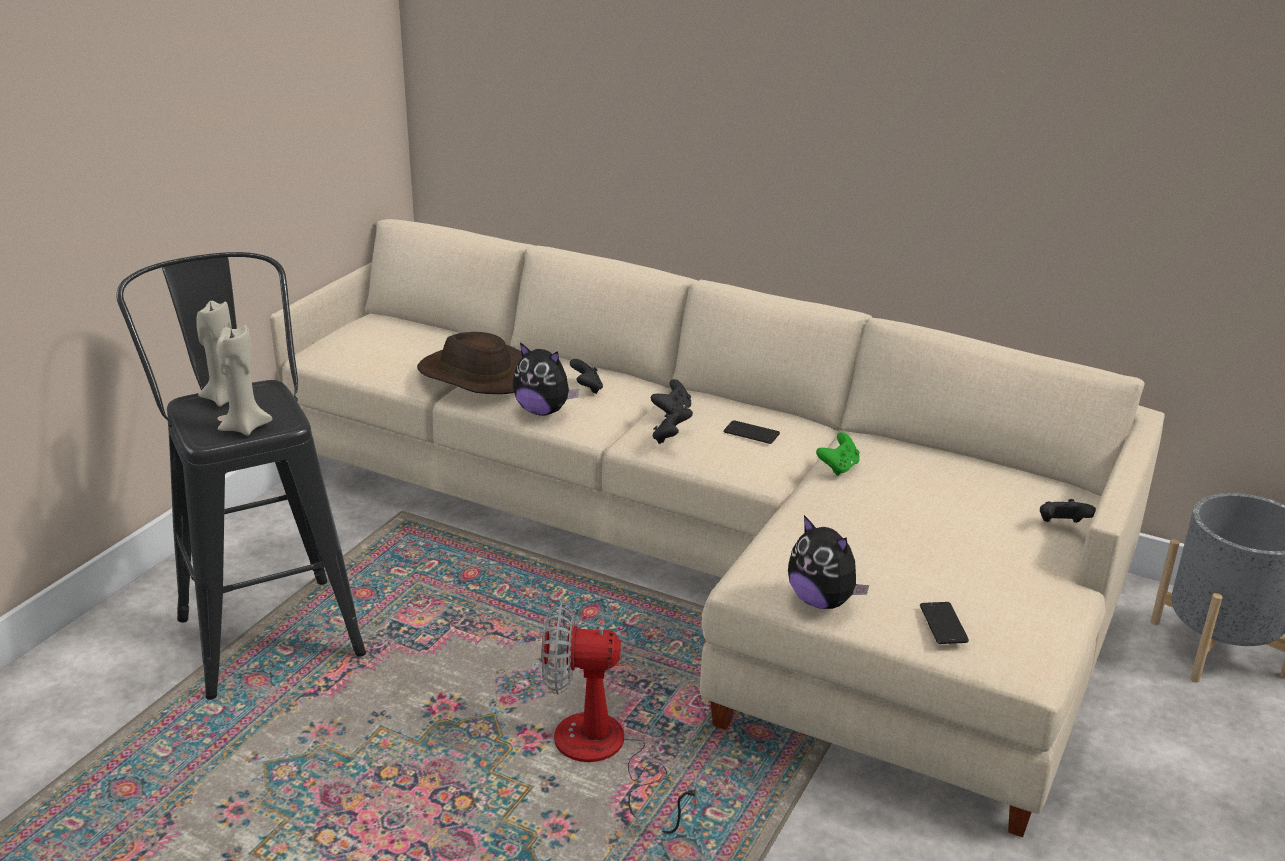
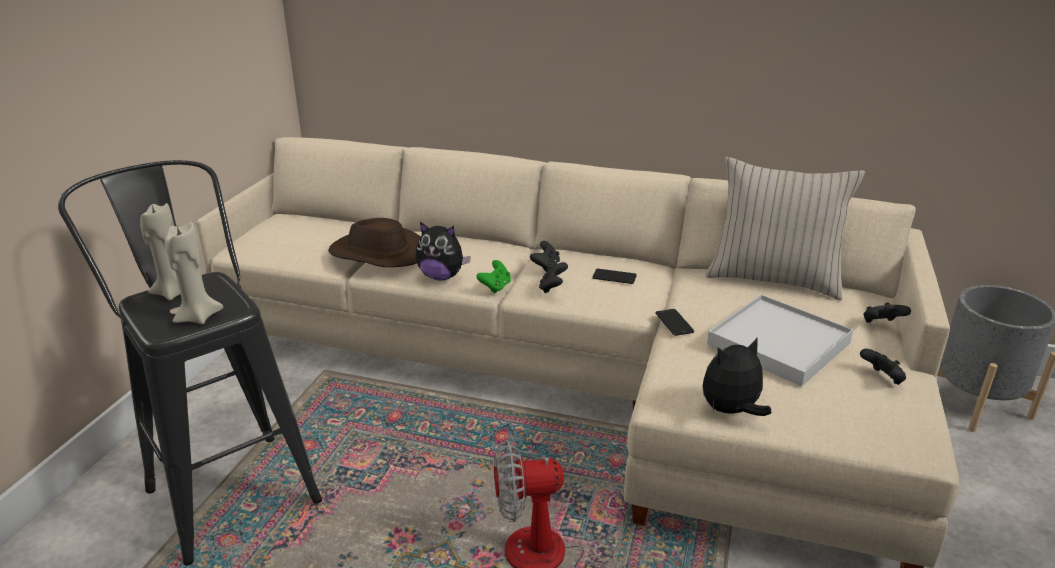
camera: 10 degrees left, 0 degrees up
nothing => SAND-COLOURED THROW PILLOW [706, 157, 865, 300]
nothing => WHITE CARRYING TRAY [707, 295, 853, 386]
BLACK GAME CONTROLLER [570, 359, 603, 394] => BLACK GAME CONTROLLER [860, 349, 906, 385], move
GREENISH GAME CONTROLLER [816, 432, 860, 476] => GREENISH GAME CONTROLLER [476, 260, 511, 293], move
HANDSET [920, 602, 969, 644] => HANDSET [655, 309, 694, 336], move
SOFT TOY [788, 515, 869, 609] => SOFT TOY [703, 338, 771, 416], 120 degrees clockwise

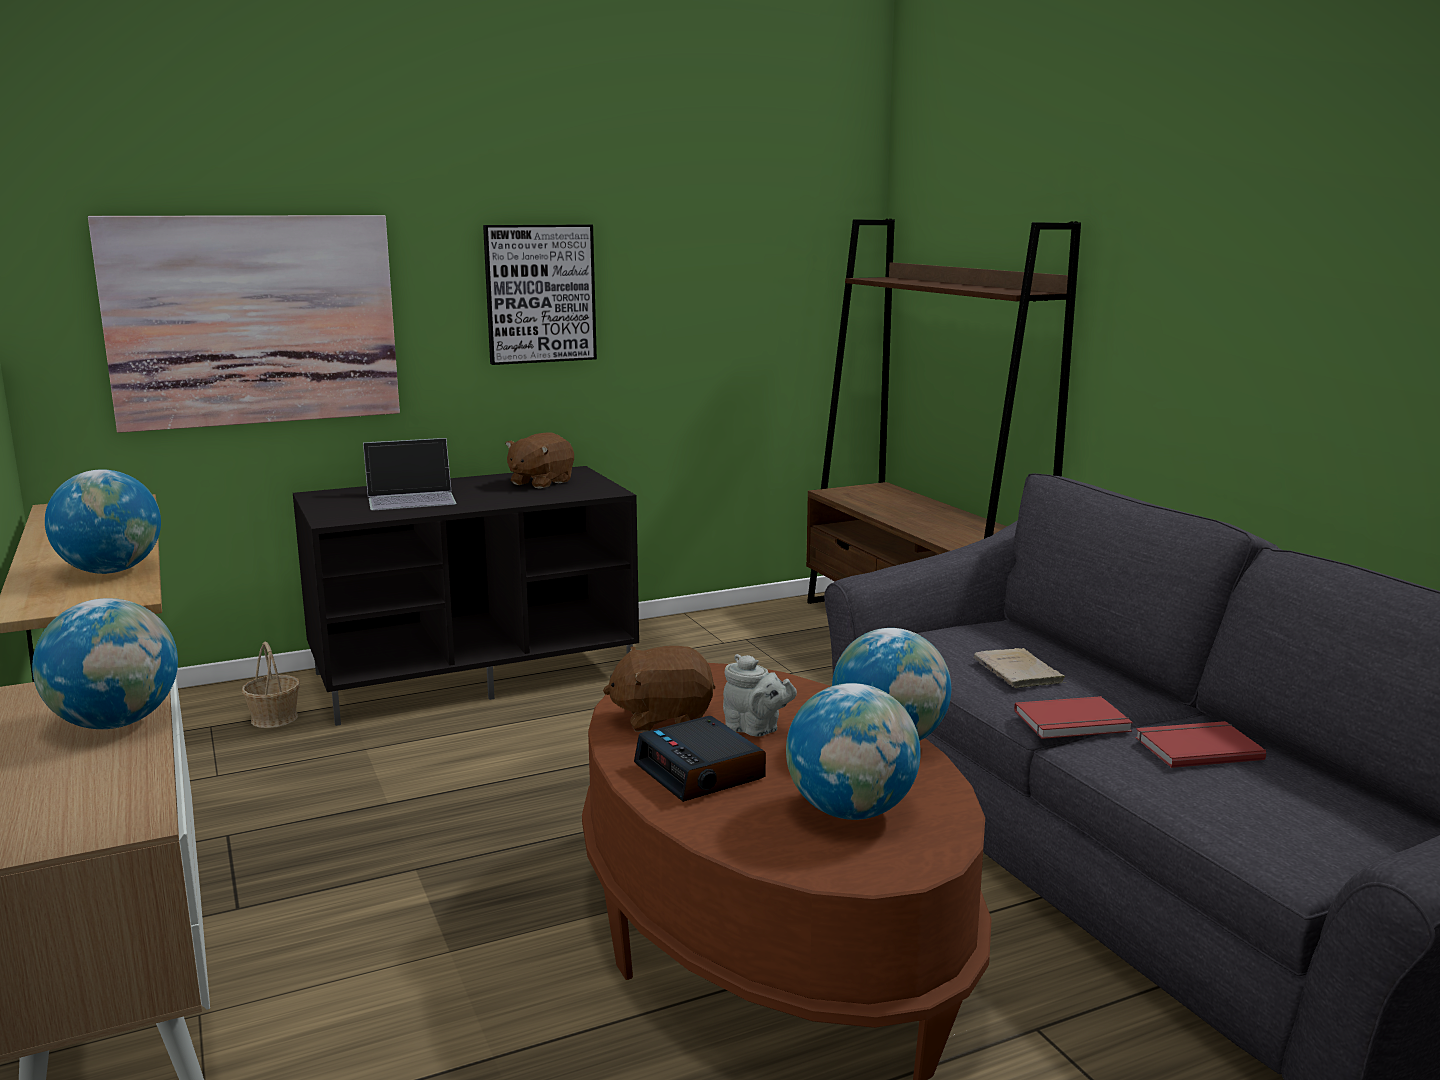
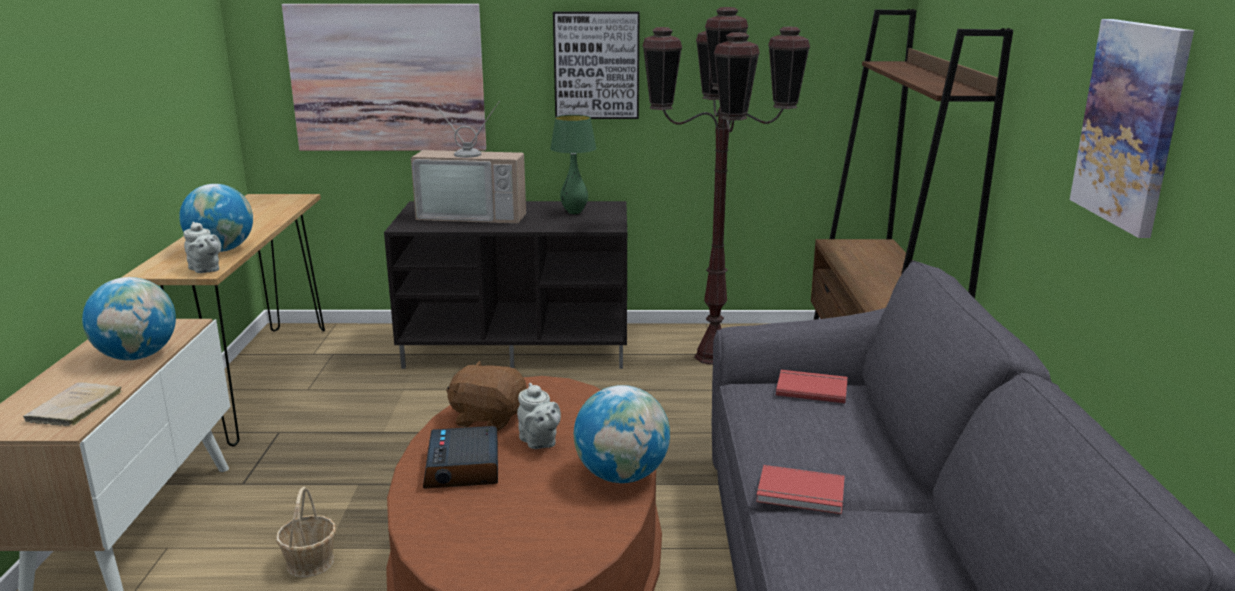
camera: 25 degrees right, 5 degrees up
DESK GLOBE [786, 683, 921, 820] => nothing
nothing => GREYISH TEAPOT [184, 222, 221, 273]
nothing => BROWNISH FLOOR LAMP [643, 7, 810, 365]
nothing => WALL PICTURE [1070, 19, 1194, 238]
BASKET [242, 642, 300, 728] => BASKET [276, 487, 336, 578], move
SAND-COLOURED BOOK [974, 648, 1066, 688] => SAND-COLOURED BOOK [23, 382, 122, 427], move
RED-COLOURED BOOK [1135, 721, 1266, 768] => RED-COLOURED BOOK [776, 370, 848, 404], move
PORTABLE COMPUTER [363, 438, 457, 510] => TV [411, 100, 526, 224]
BROWNISH SOFT TOY [505, 432, 574, 489] => GREENISH TABLETOP LAMP [550, 115, 597, 214]

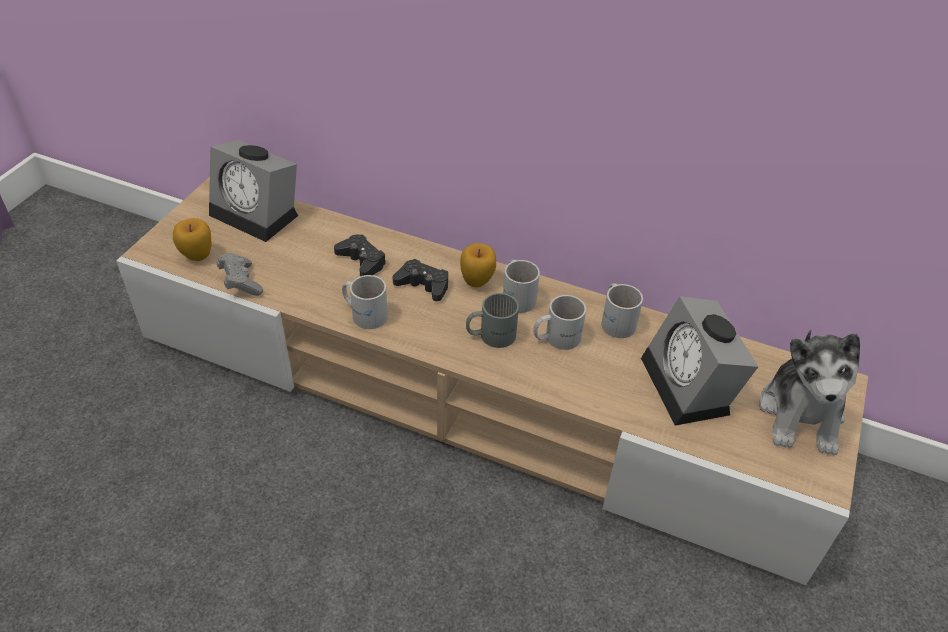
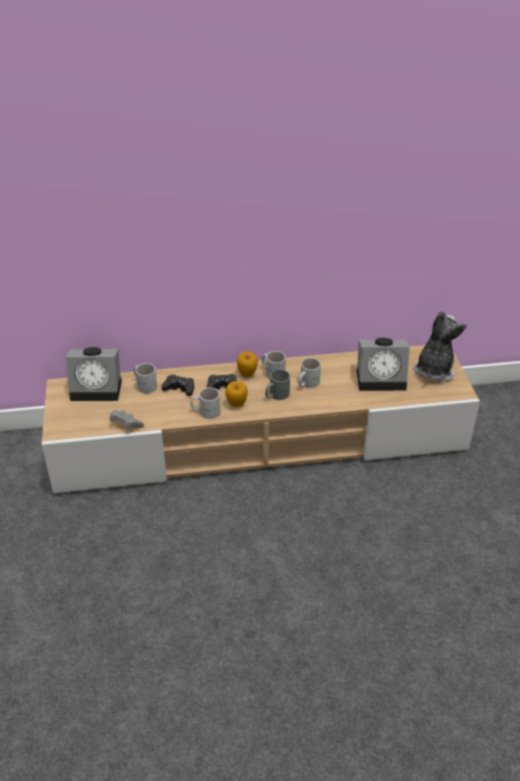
camera: 30 degrees left, 5 degrees down
APPLE [173, 218, 211, 261] => APPLE [226, 381, 248, 407], move
WHITE MUG [601, 283, 643, 338] => WHITE MUG [134, 363, 157, 394], move
ALARM CLOCK [641, 296, 758, 425] => ALARM CLOCK [357, 338, 410, 391], 45 degrees counterclockwise
SOFT TOY [759, 330, 860, 456] => SOFT TOY [414, 311, 467, 382], 135 degrees counterclockwise

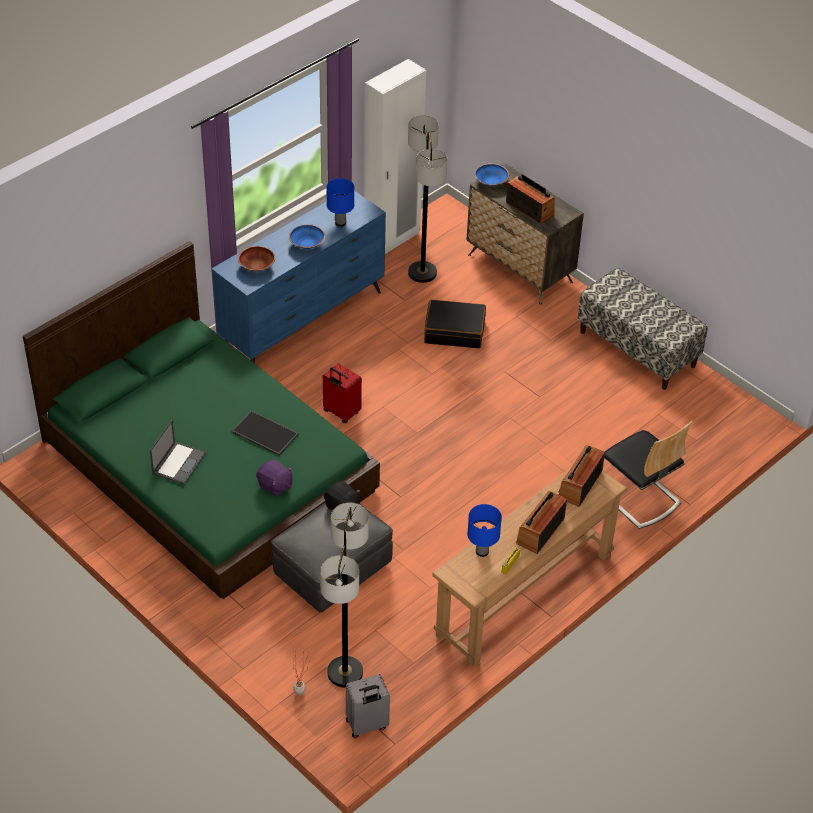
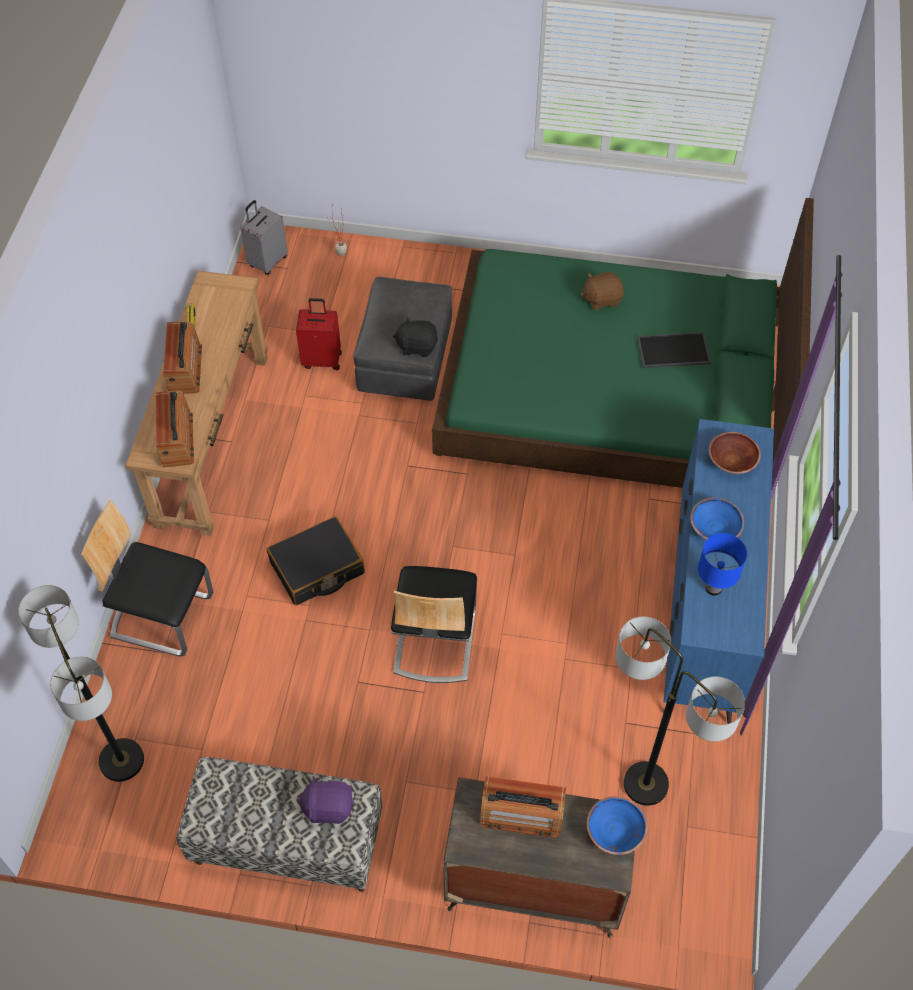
camera: 145 degrees right, 10 degrees up
WHITE CLOTHES CUPBOARD [364, 59, 426, 254] => nothing
BLUE TABLETOP LAMP [467, 504, 502, 557] => nothing
nothing => PLAIN CHAIR [391, 566, 477, 683]
CARRYING TRAY [231, 410, 299, 456] => CARRYING TRAY [637, 332, 711, 368], move
PURPLE SOFT TOY [256, 460, 293, 497] => PURPLE SOFT TOY [297, 776, 354, 824], move
FLOOR LAMP [320, 503, 369, 688] => FLOOR LAMP [18, 585, 144, 782], move
RED-COLOURED SUITCASE [323, 363, 362, 423] => RED-COLOURED SUITCASE [296, 298, 342, 370], move
BLACK SUITCASE [424, 300, 486, 348] => BLACK SUITCASE [267, 516, 365, 605], move
PORTABLE COMPUTER [150, 420, 206, 485] => BROWNISH SOFT TOY [581, 272, 624, 310]

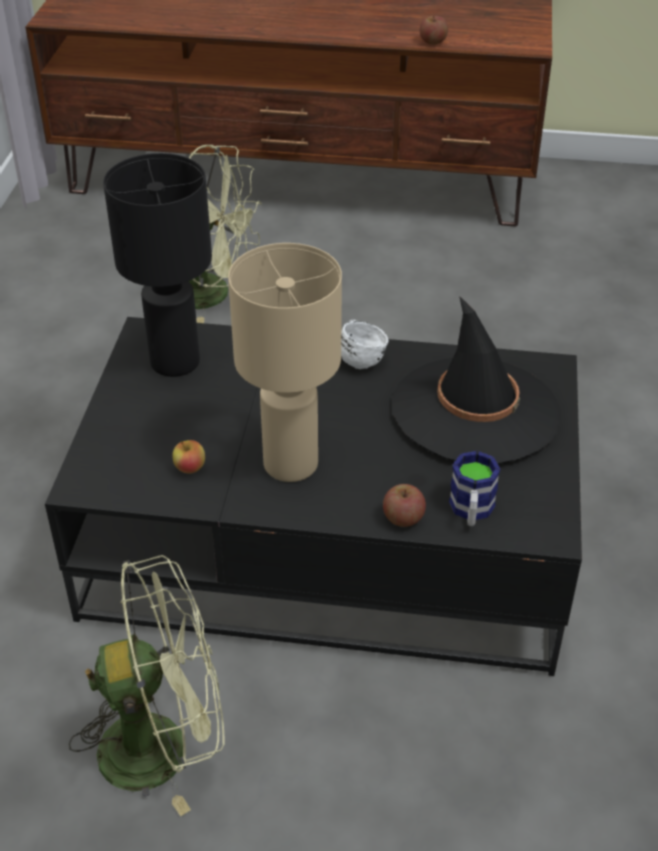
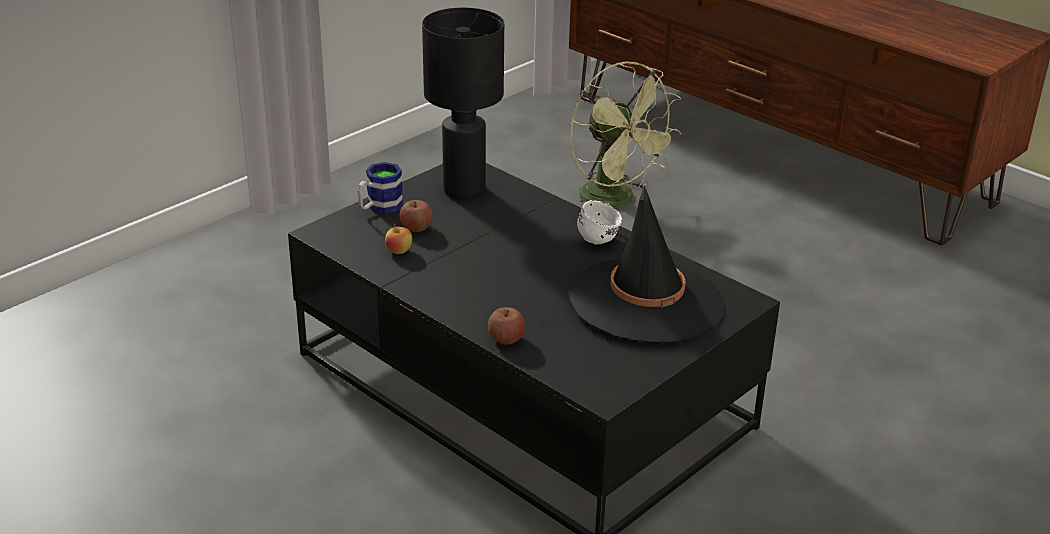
camera: 35 degrees right, 10 degrees down
GREENISH COOLING FAN [69, 555, 224, 816] => nothing
SAND-COLOURED TABLETOP LAMP [228, 243, 342, 482] => nothing
APPLE [419, 16, 448, 45] => APPLE [400, 200, 433, 232], move
MUG [449, 451, 500, 526] => MUG [357, 162, 403, 214], move

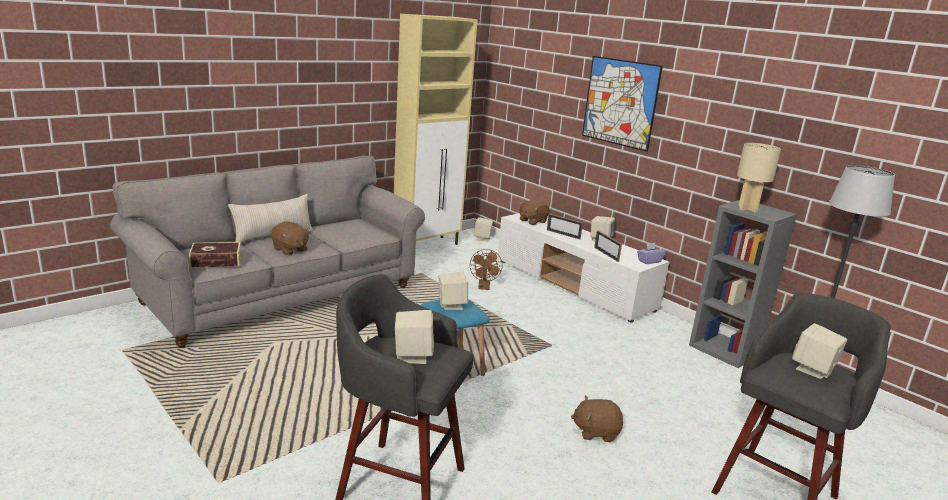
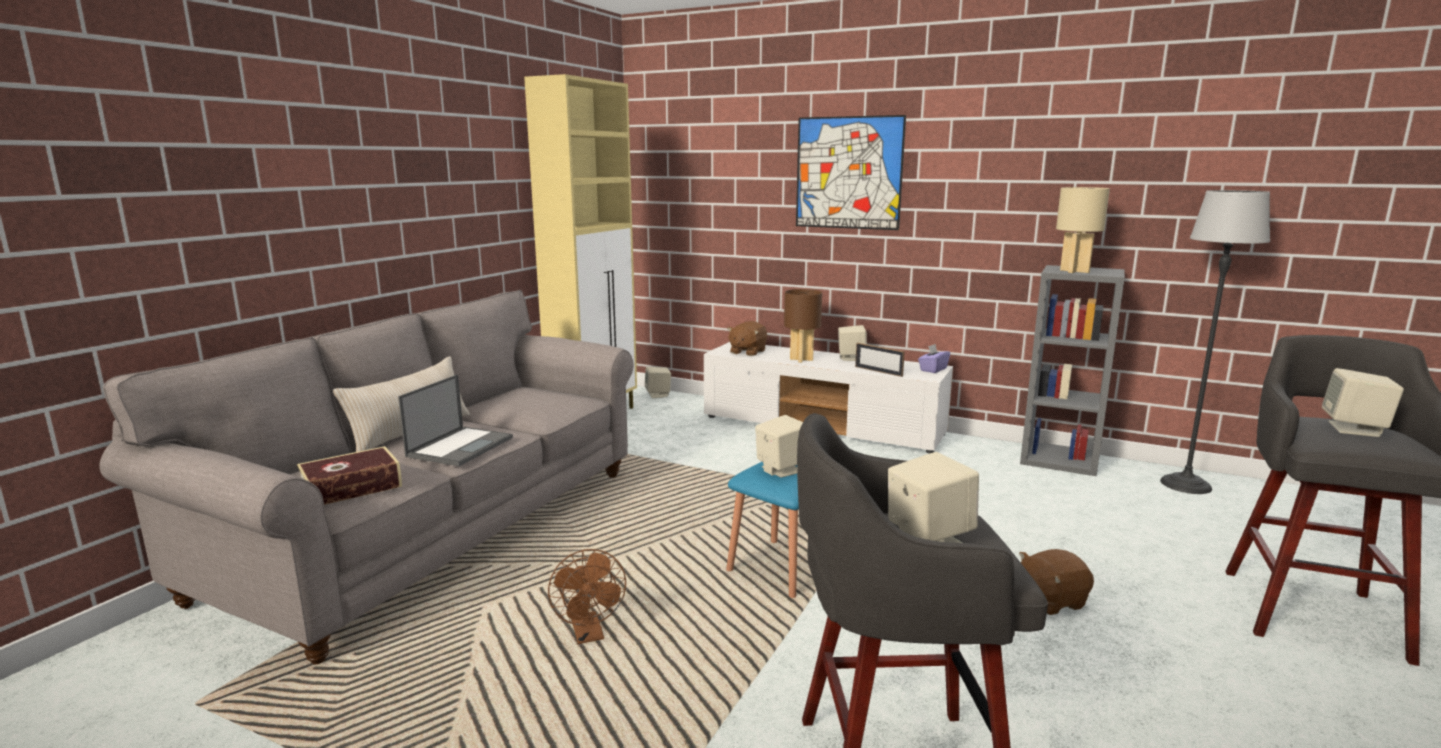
camera: 20 degrees left, 5 degrees down
BROWNISH COOLING FAN [470, 249, 503, 290] => BROWNISH COOLING FAN [548, 549, 626, 644], move
BROWNISH SOFT TOY [271, 222, 310, 255] => PORTABLE COMPUTER [398, 374, 513, 466]
STANDING FRAME [547, 214, 583, 239] => BROWNISH TABLETOP LAMP [784, 289, 822, 363]

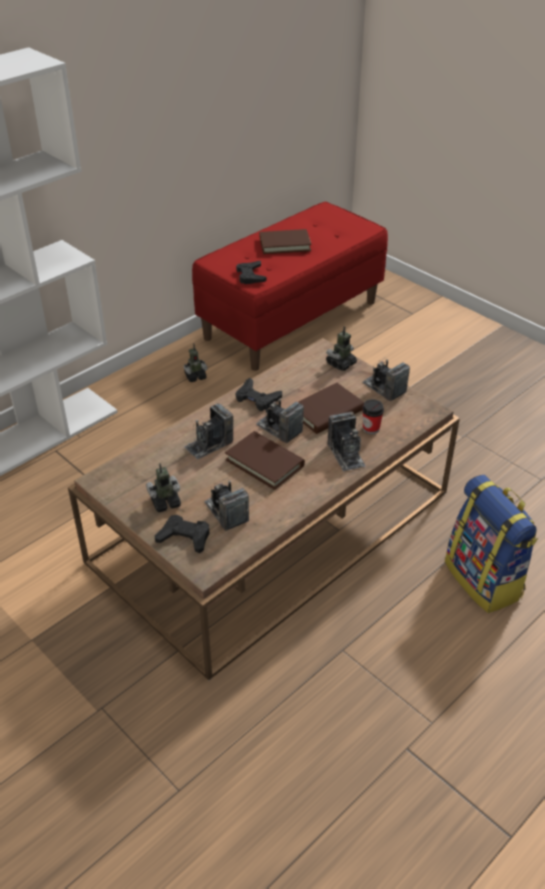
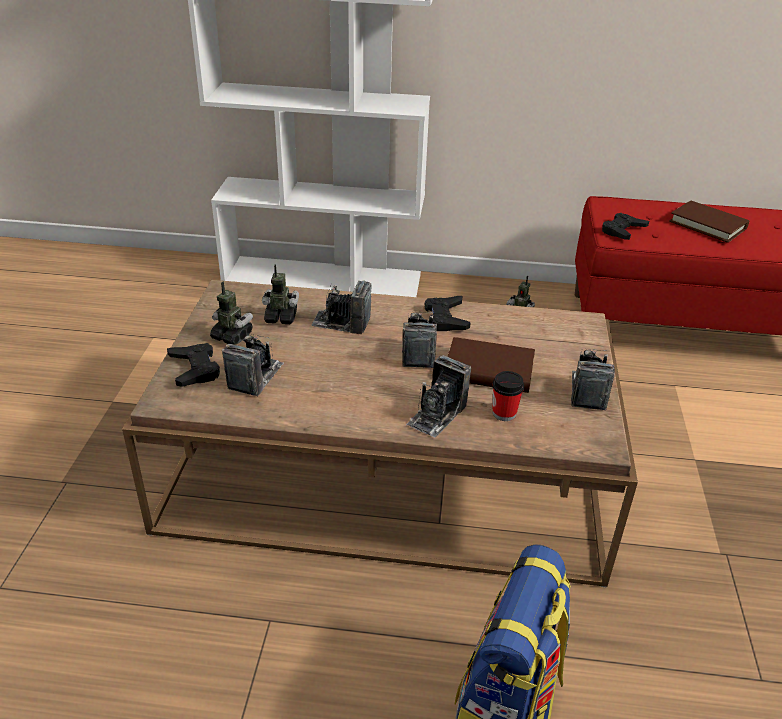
camera: 50 degrees right, 5 degrees down
BROWNISH BOOK [225, 431, 305, 490] => nothing
MODEL ROBOT [326, 326, 357, 371] => MODEL ROBOT [262, 264, 299, 324], move

